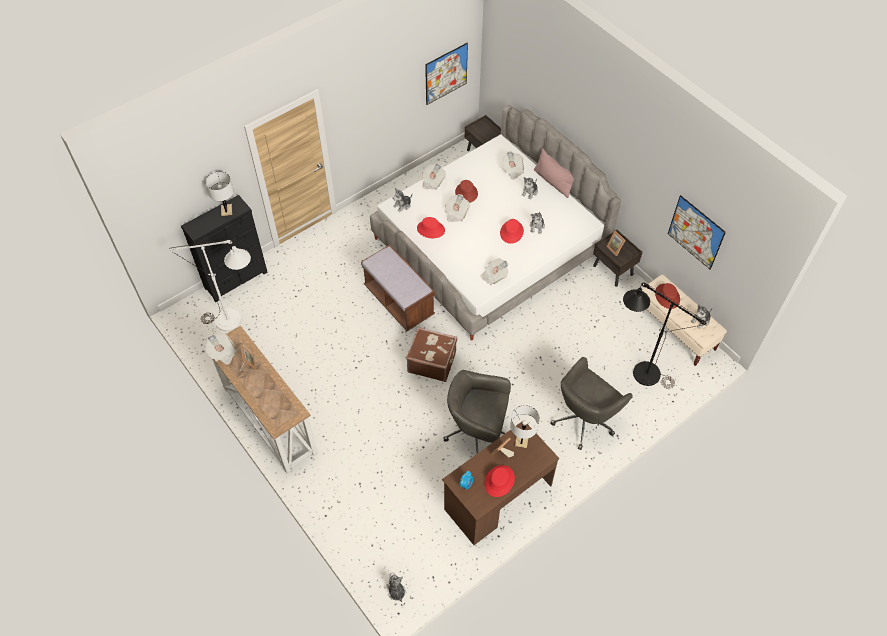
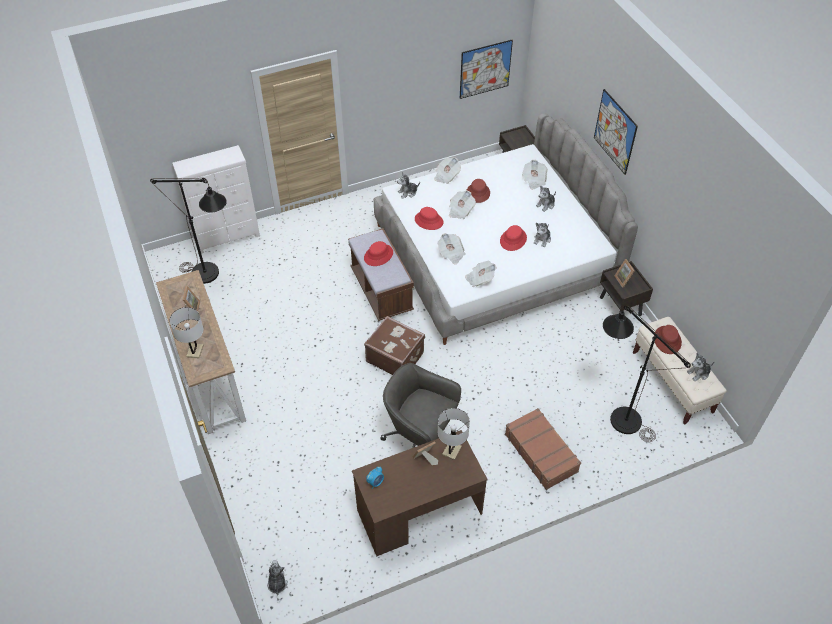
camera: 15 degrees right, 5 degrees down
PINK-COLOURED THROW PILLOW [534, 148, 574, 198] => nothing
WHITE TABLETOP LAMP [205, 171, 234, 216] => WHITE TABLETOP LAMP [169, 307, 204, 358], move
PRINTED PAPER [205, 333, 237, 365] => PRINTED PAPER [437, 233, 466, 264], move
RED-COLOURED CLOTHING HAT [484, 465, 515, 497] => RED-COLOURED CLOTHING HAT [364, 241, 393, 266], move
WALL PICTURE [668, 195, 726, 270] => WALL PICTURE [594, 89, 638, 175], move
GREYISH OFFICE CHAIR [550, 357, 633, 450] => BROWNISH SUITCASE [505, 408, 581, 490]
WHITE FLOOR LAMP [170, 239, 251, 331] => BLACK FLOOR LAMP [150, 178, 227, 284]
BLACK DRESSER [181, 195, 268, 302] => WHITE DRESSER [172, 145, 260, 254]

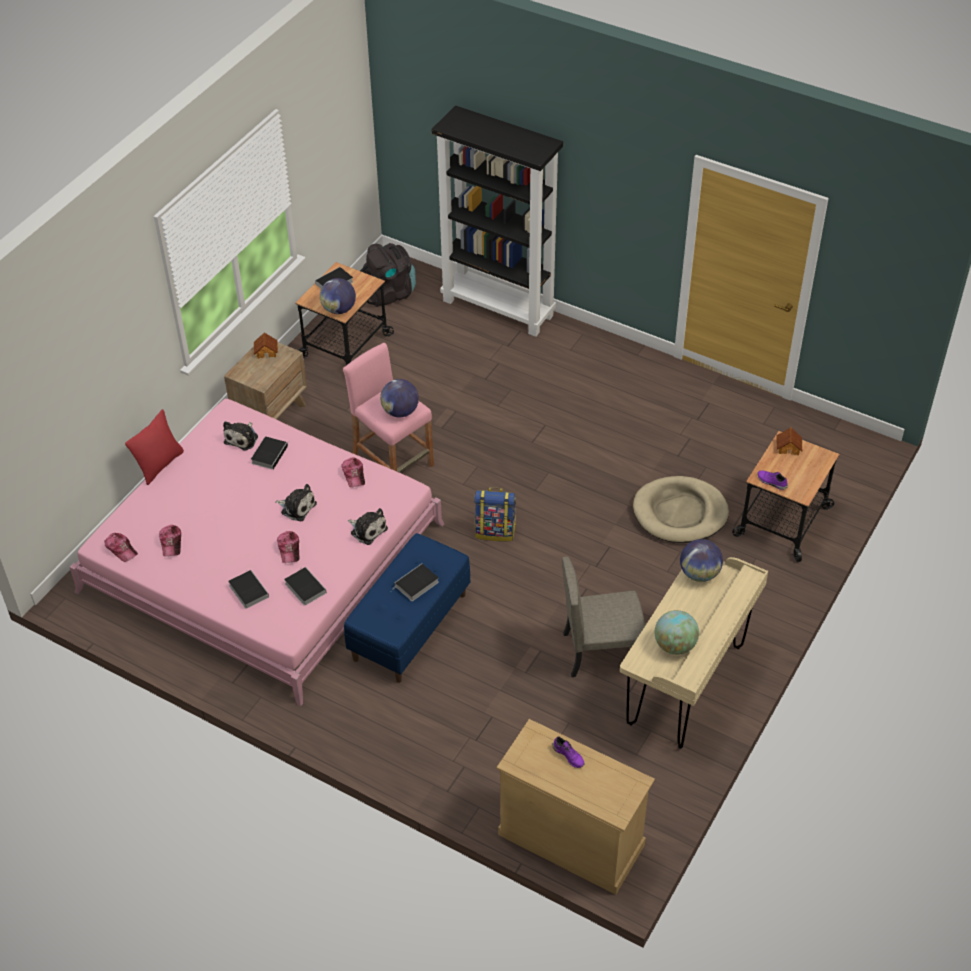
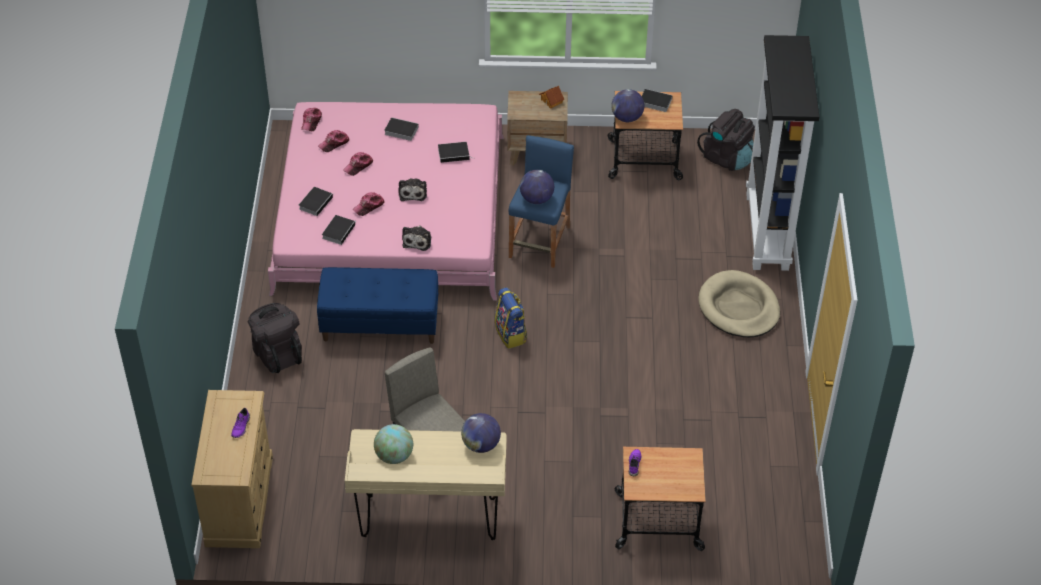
camera: 60 degrees right, 0 degrees up
RED-COLOURED THROW PILLOW [125, 409, 184, 485] => nothing
SOFT TOY [223, 421, 258, 450] => nothing
TOY HOUSE [777, 427, 802, 455] => nothing
nothing => BLACK BACKPACK [248, 303, 302, 373]
PEAKED CAP [341, 458, 365, 487] => PEAKED CAP [343, 152, 373, 176], move
BOOK [391, 564, 439, 601] => BOOK [384, 117, 419, 141], move
SAND-COLOURED DOG CUSHION [633, 476, 729, 543] => SAND-COLOURED DOG CUSHION [698, 270, 780, 337], move
PINK-COLOURED STOOL SEAT [343, 343, 434, 473] => BLUE STOOL SEAT [509, 135, 574, 268]

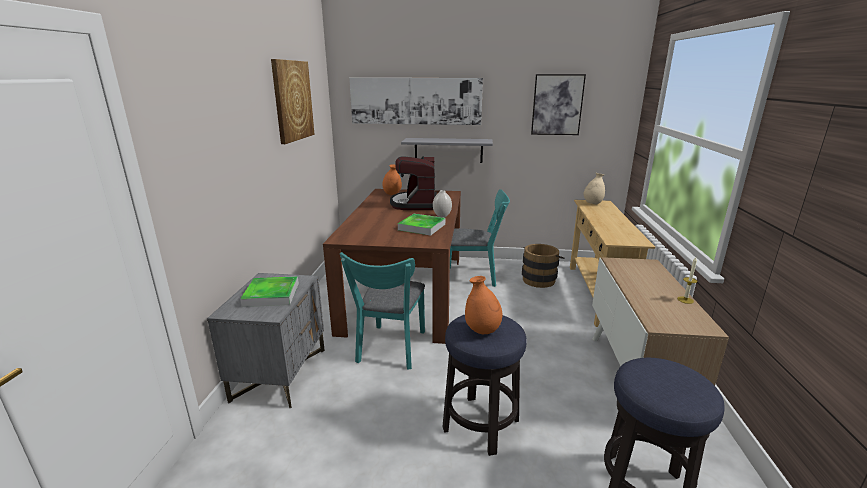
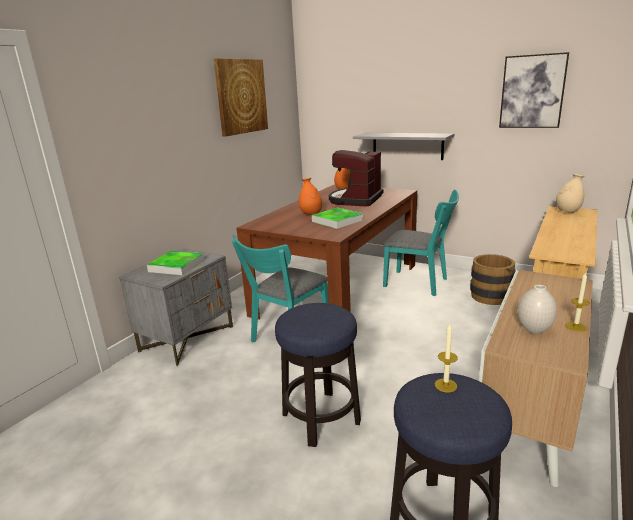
camera: 25 degrees right, 0 degrees up
WALL PICTURE [349, 78, 483, 125] => nothing
nothing => WAX CANDLE [435, 324, 458, 392]
WHITE FLOWER VASE [433, 190, 452, 218] => WHITE FLOWER VASE [518, 285, 557, 334], move
ORANGE FLOWER VASE [465, 276, 503, 334] => ORANGE FLOWER VASE [299, 178, 322, 215], move

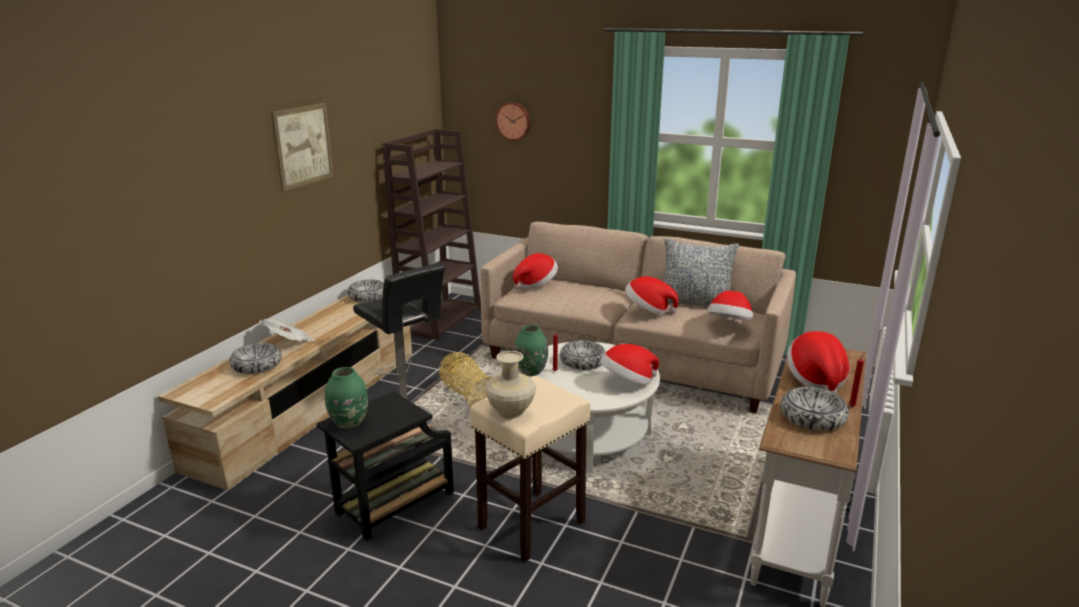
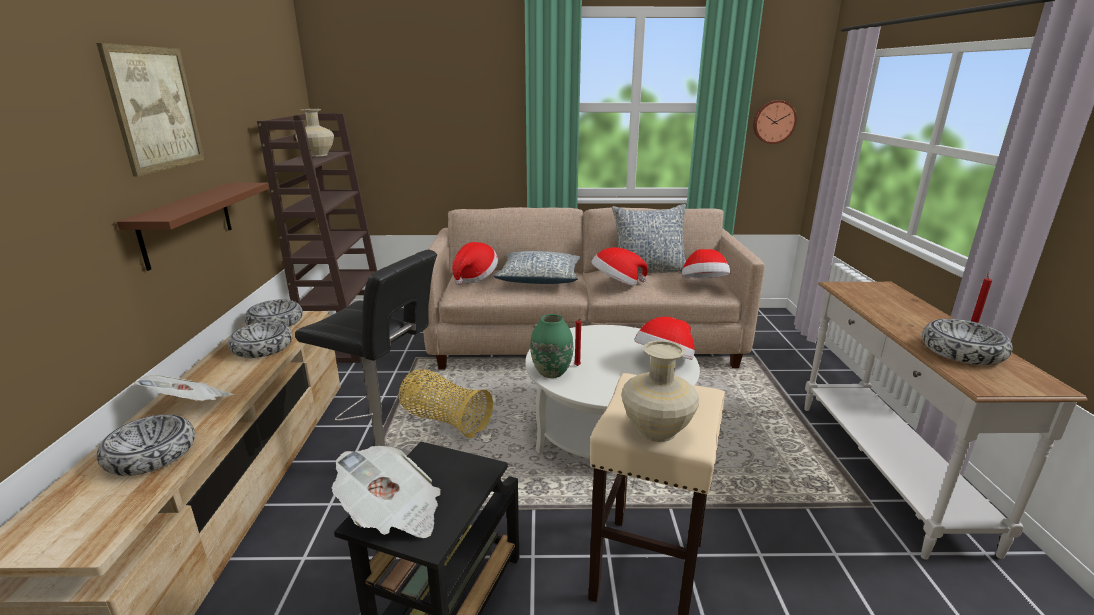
camera: 25 degrees left, 0 degrees up
CLOTHING HAT [787, 331, 850, 394] => nothing
nothing => BROWNISH WALL SHELF [117, 183, 269, 271]
nothing => SAND-COLOURED FLOWER VASE [296, 109, 334, 157]
nothing => THROW PILLOW [494, 251, 581, 284]
HANGING CLOCK [495, 102, 531, 141] => HANGING CLOCK [753, 100, 797, 144], move
DEEP DISH [560, 340, 606, 370] => DEEP DISH [228, 322, 293, 358], move
GREENISH FLOWER VASE [325, 367, 368, 429] => PRINTED PAPER [332, 446, 441, 538]

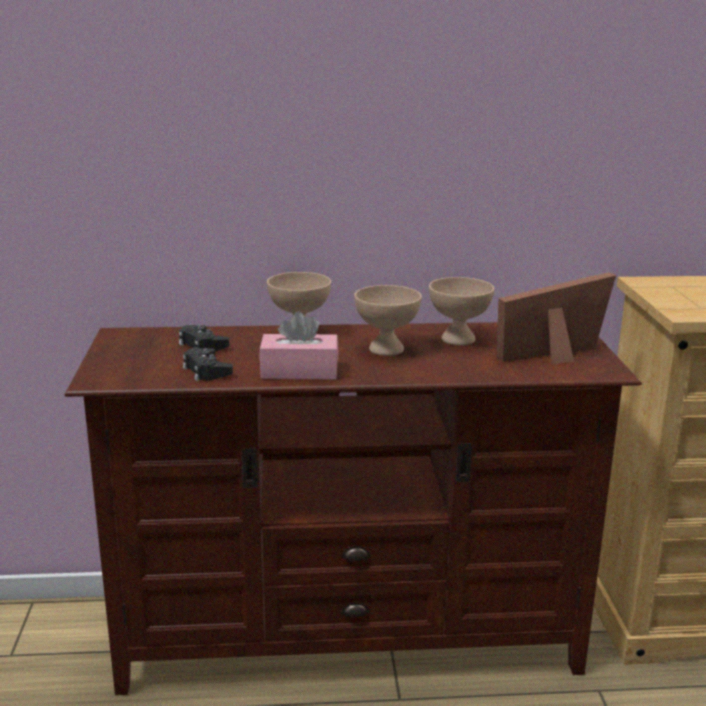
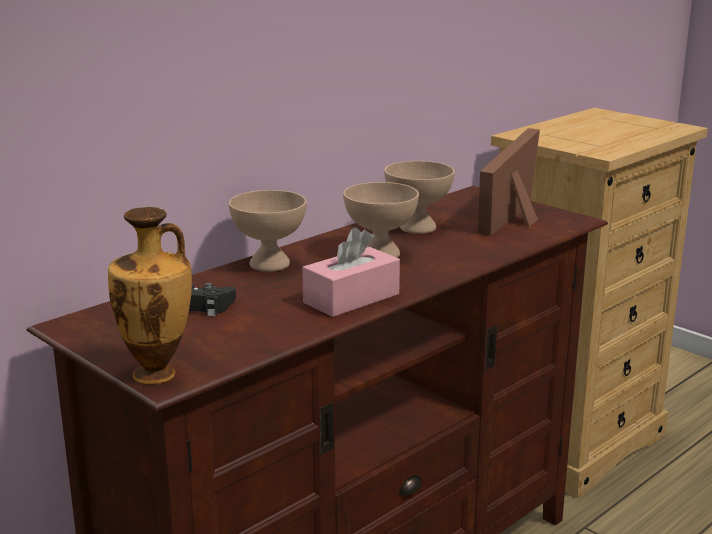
camera: 40 degrees left, 0 degrees up
BLACK GAME CONTROLLER [183, 348, 233, 381] => nothing
nothing => FLOWER VASE [108, 207, 192, 384]

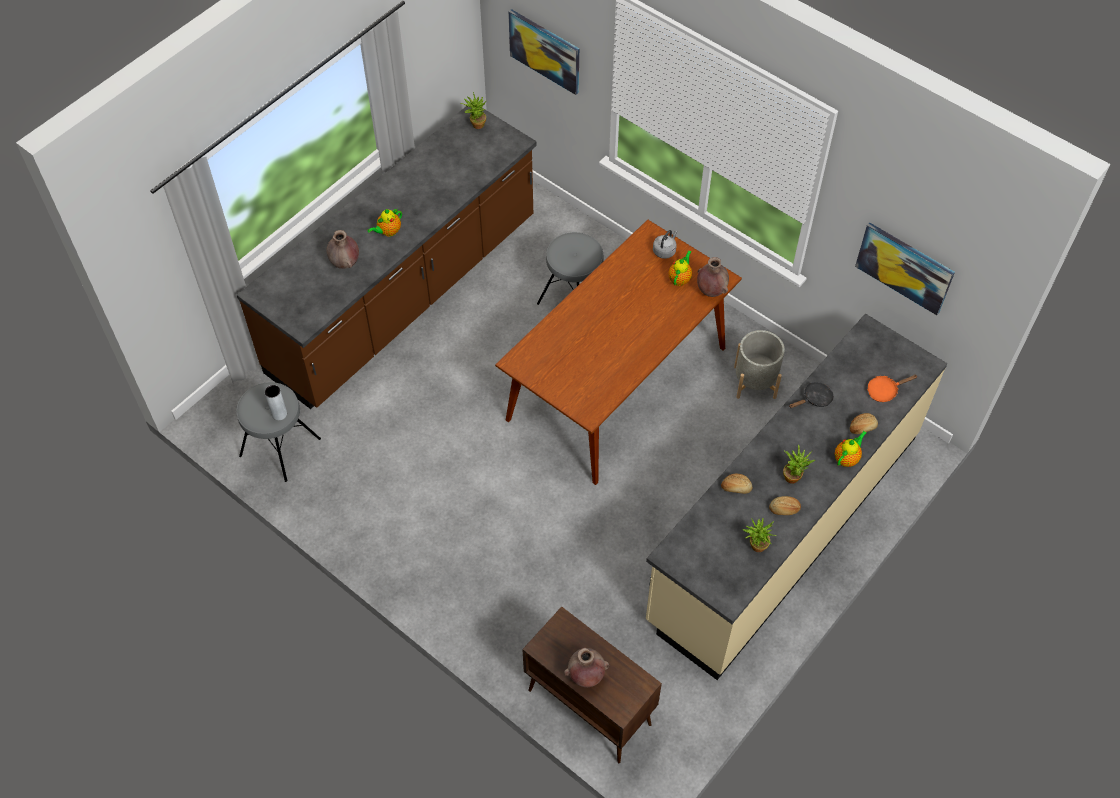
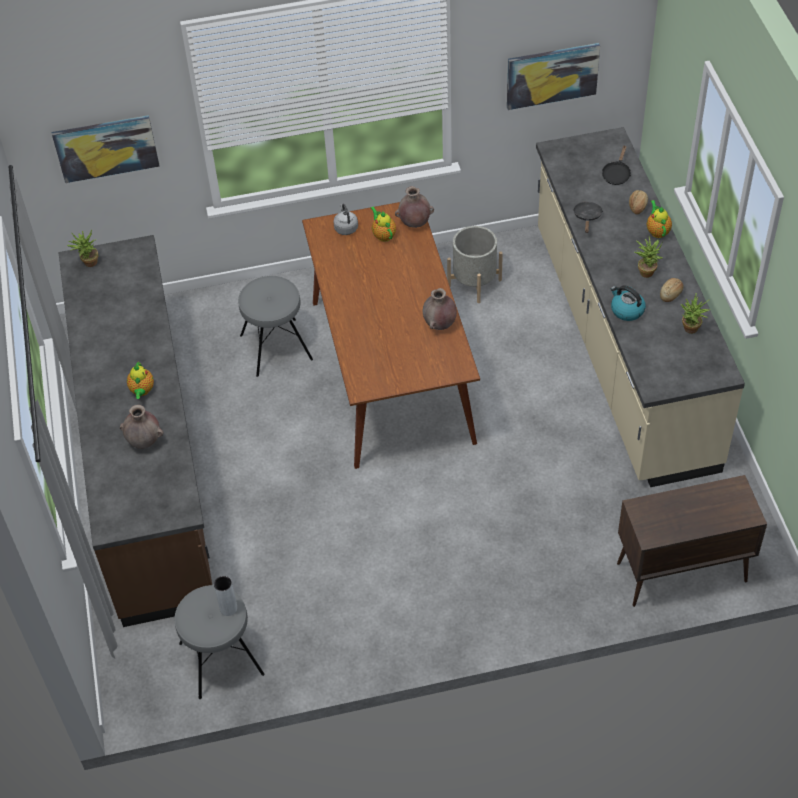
camera: 50 degrees left, 5 degrees down
BROWNISH FLOWER VASE [564, 648, 609, 687] => BROWNISH FLOWER VASE [423, 288, 457, 330], move
BREAD [721, 474, 752, 494] => KETTLE [610, 285, 646, 321]
ORANGE PAN [867, 375, 917, 402] => BLACK PAN [602, 145, 631, 185]

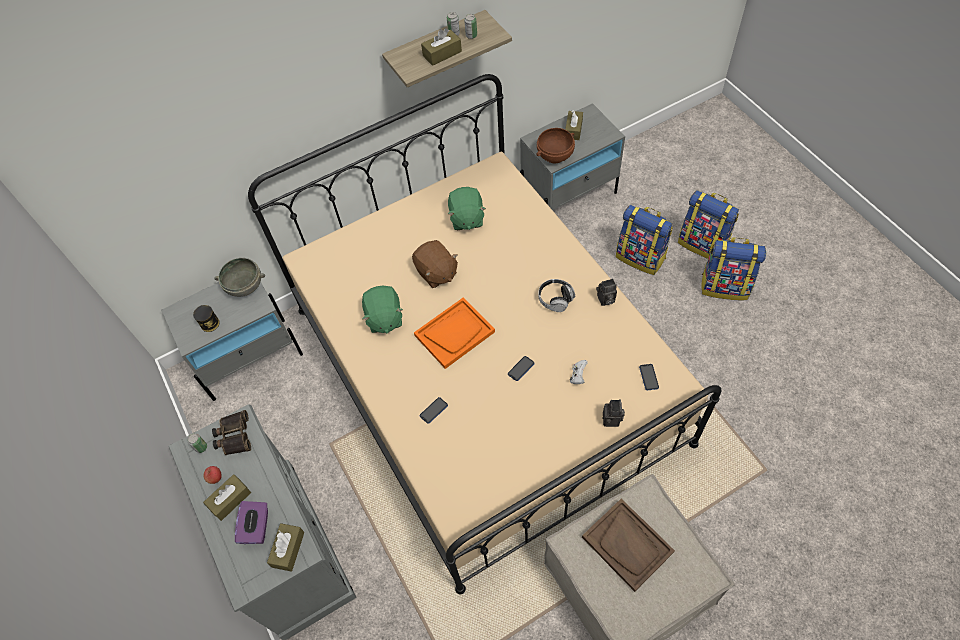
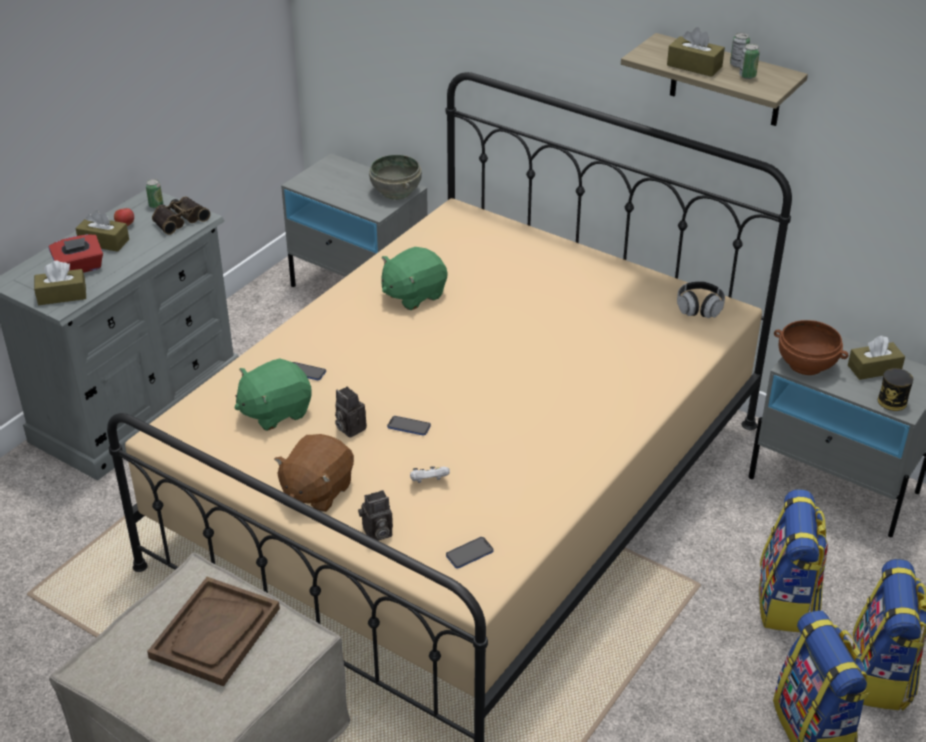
camera: 60 degrees right, 20 degrees down
ORANGE CARRYING TRAY [414, 297, 495, 369] => nothing
CAN [193, 305, 220, 332] => CAN [878, 368, 913, 411], move
BROWNISH SOFT TOY [412, 240, 458, 288] => BROWNISH SOFT TOY [274, 434, 354, 512], move
GREENISH SOFT TOY [448, 187, 486, 230] => GREENISH SOFT TOY [235, 359, 312, 431], move
PAIR OF HEADPHONES [538, 279, 575, 312] => PAIR OF HEADPHONES [677, 281, 725, 318], move
STILL CAMERA [596, 279, 617, 306] => STILL CAMERA [335, 386, 367, 438], move
PURPLE TISSUE HOLDER [235, 501, 268, 544] => RED-COLOURED TISSUE HOLDER [49, 234, 103, 273]

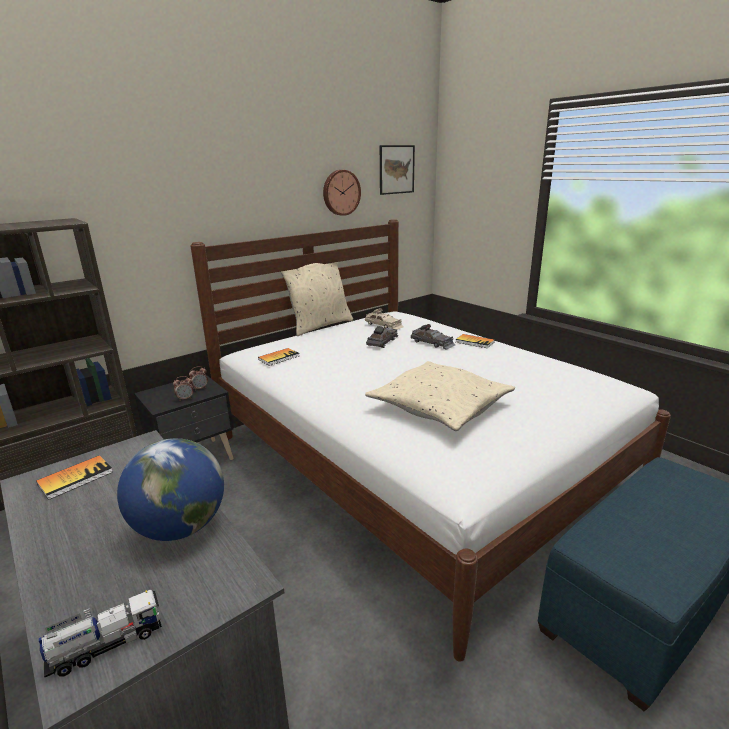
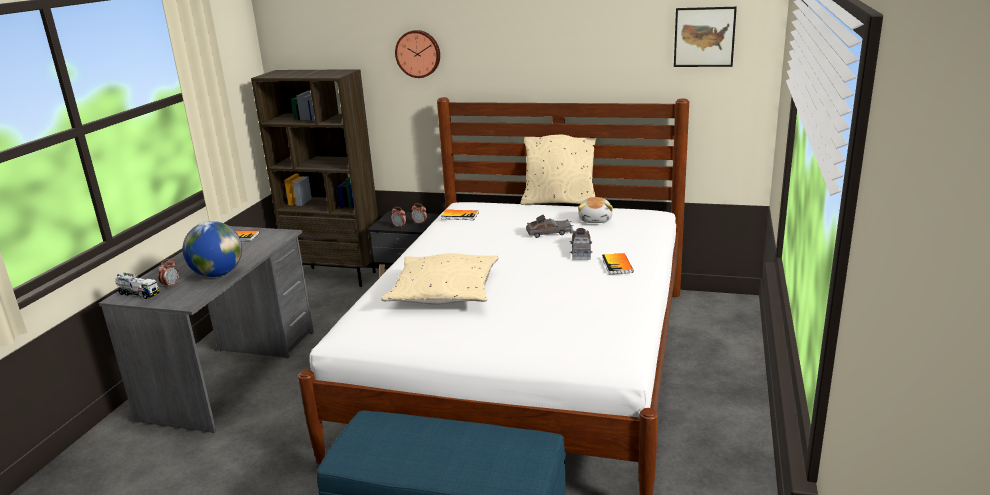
camera: 55 degrees right, 0 degrees up
nothing => ALARM CLOCK [158, 259, 179, 288]
HANGING CLOCK [323, 170, 361, 216] => HANGING CLOCK [395, 30, 440, 78], move
SAND-COLOURED MODEL CAR [365, 308, 403, 330] => SOFT TOY [578, 197, 613, 223]

